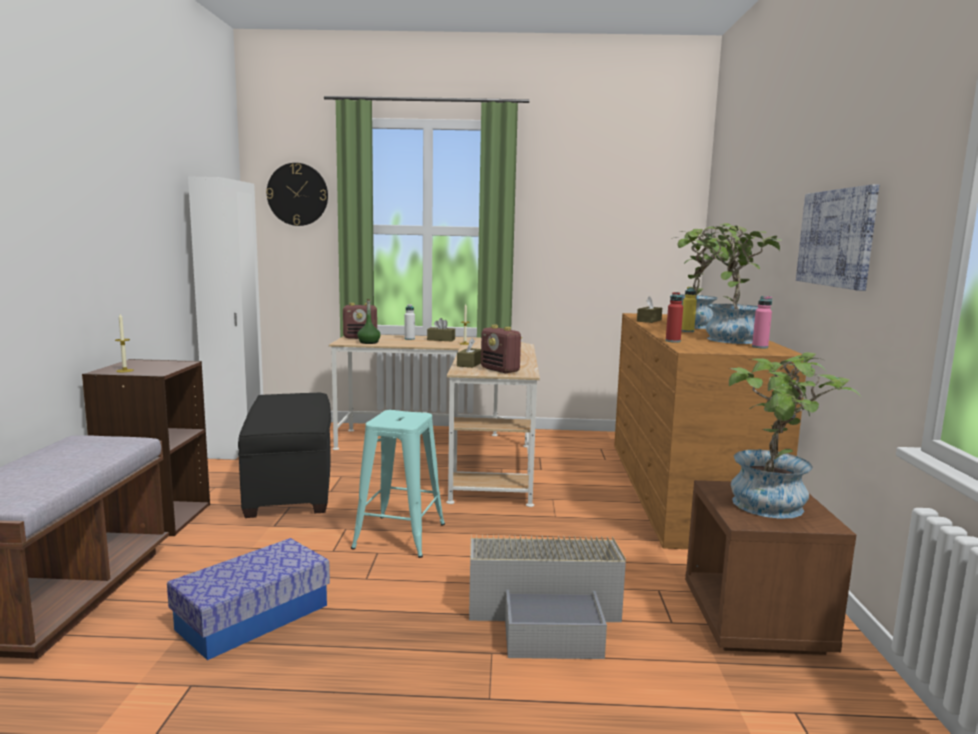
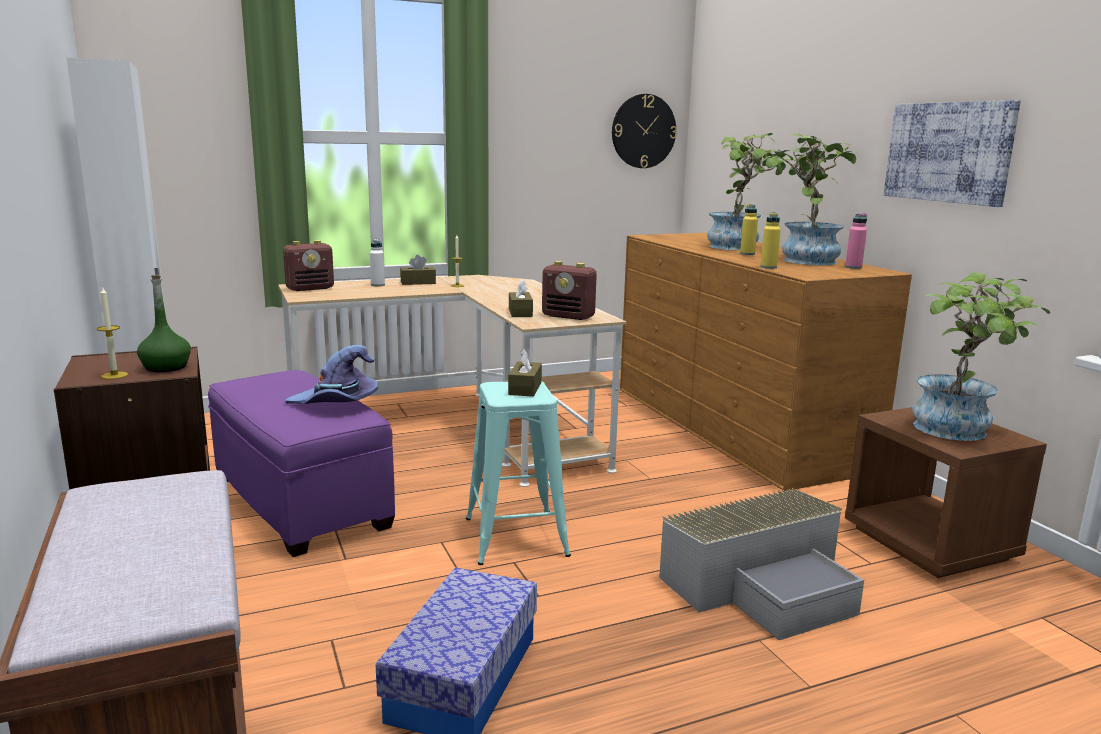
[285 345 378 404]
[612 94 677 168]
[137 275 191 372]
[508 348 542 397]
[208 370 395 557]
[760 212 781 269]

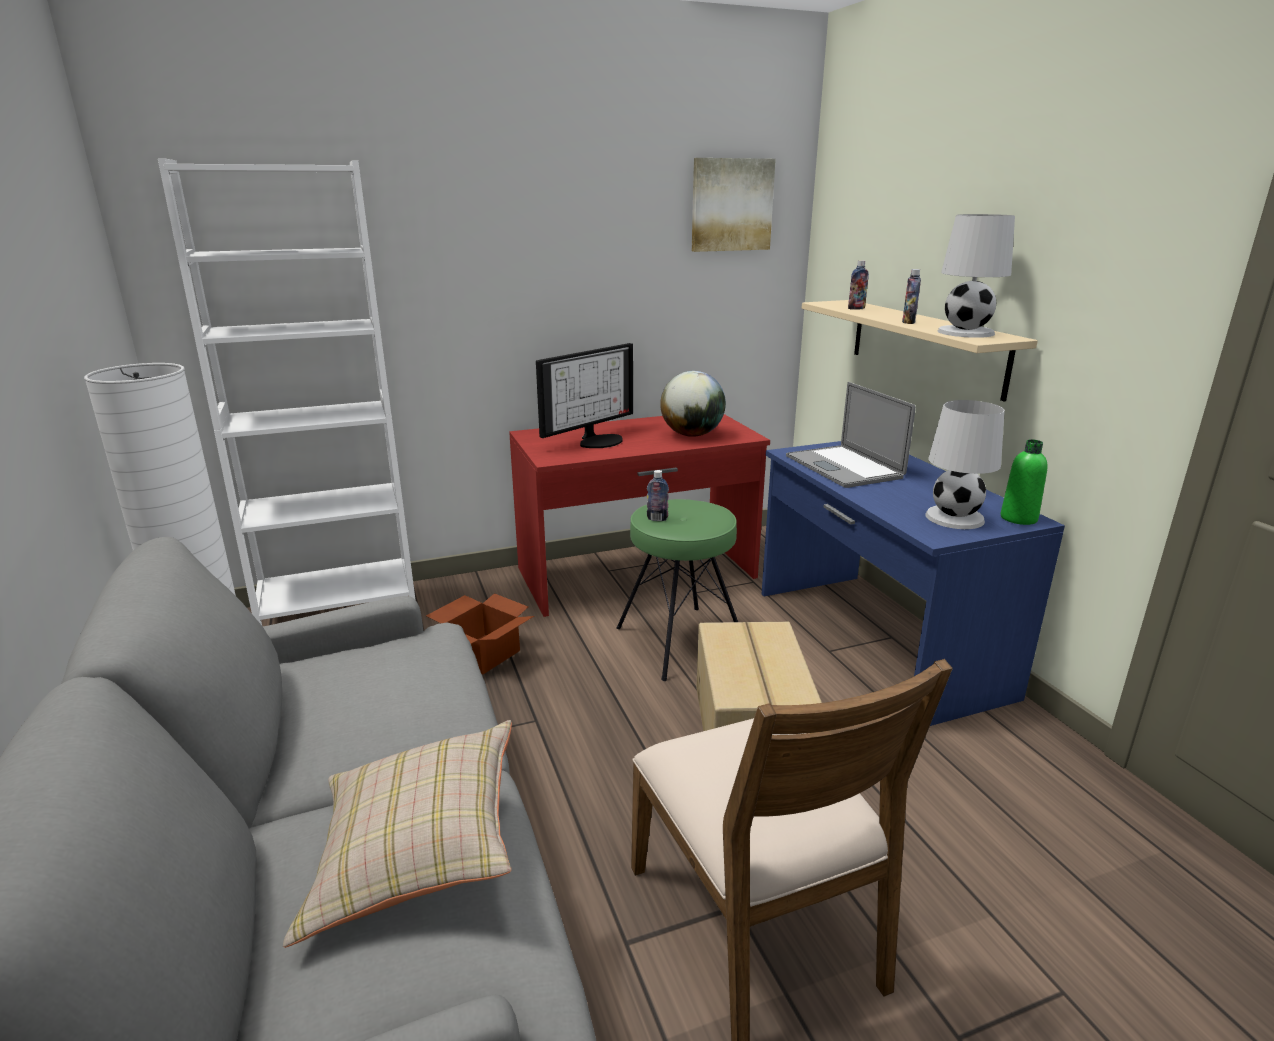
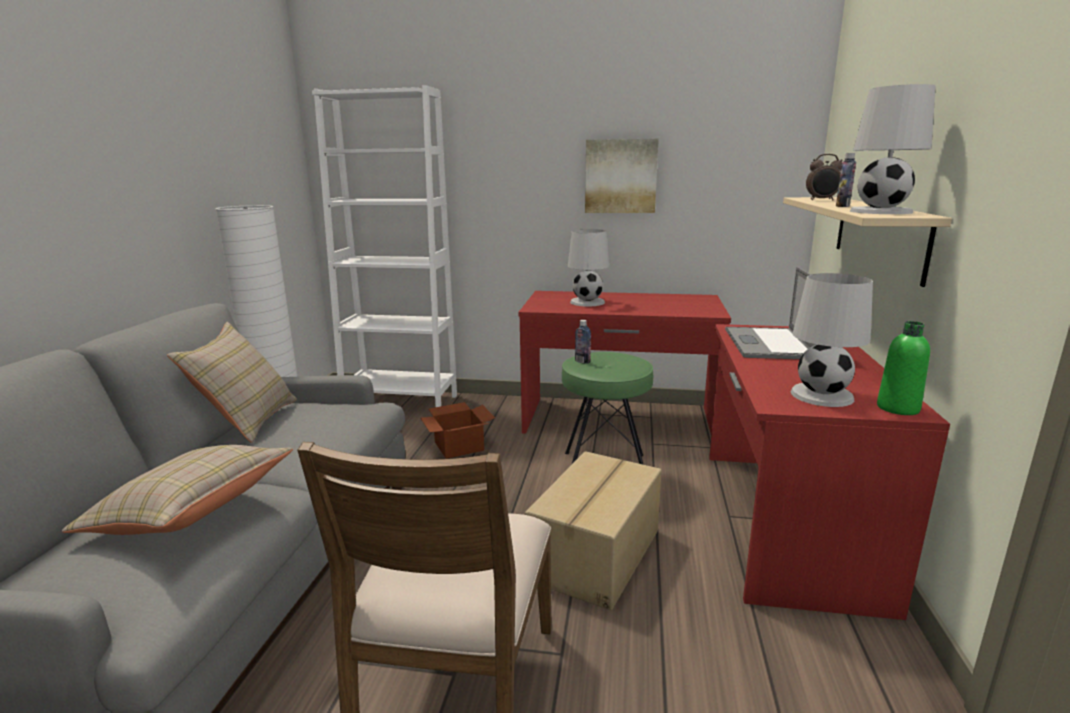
[660 371 726 437] (first image)
[167 322 297 443]
[585 139 659 213]
[568 229 609 307]
[806 154 842 201]
[709 324 950 620]

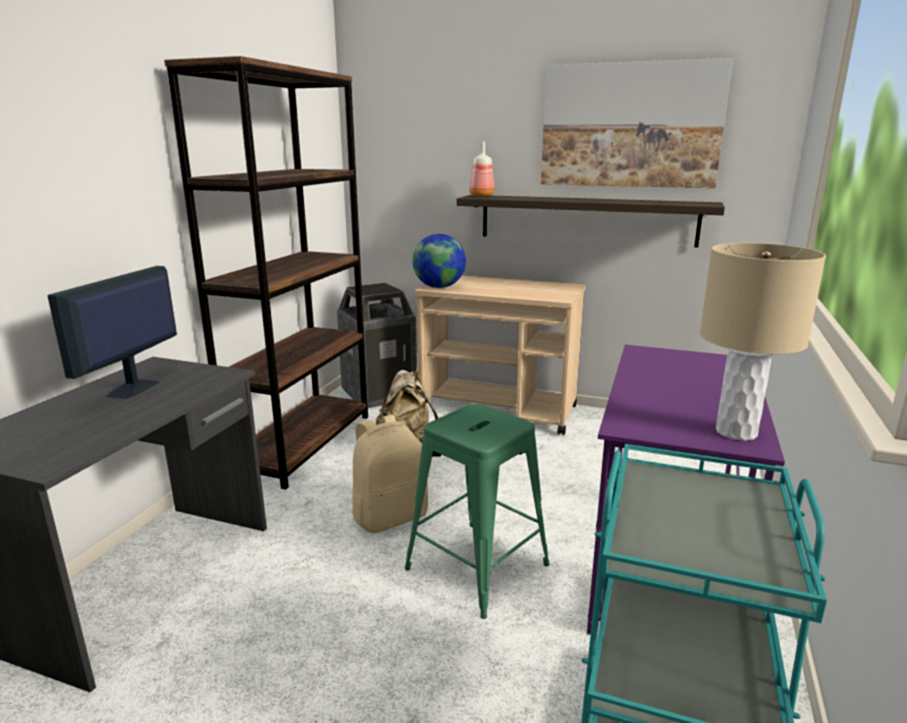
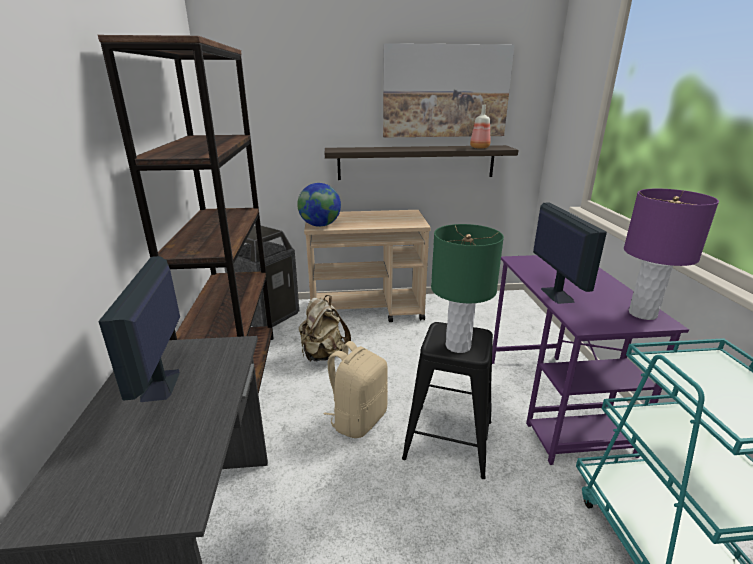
[431 224 504 353]
[533 202 607 304]
[470 105 490 149]
[402 322 493 479]
[624 189 719 320]

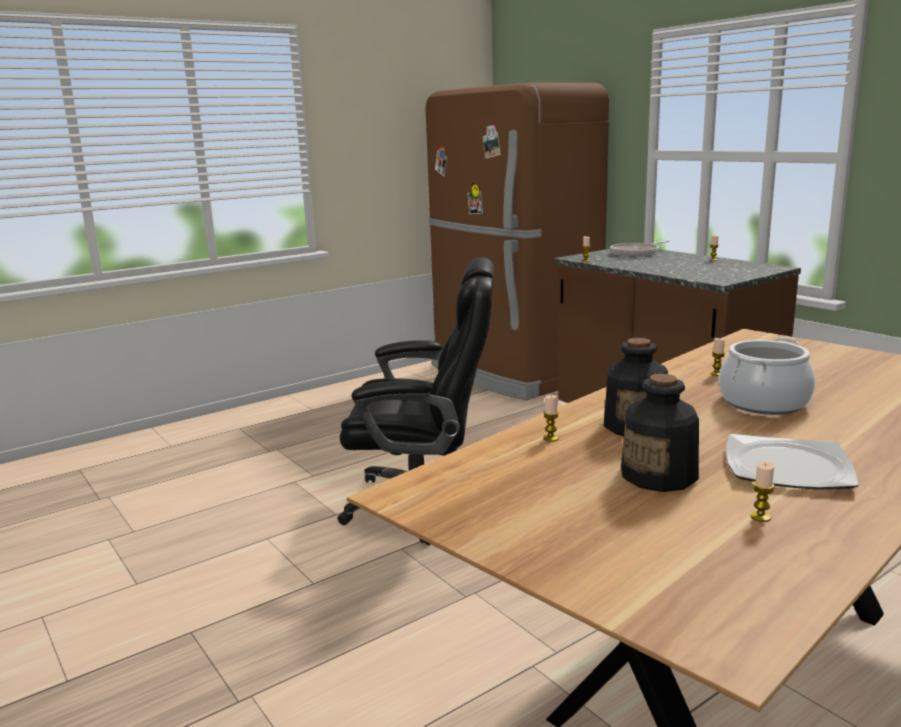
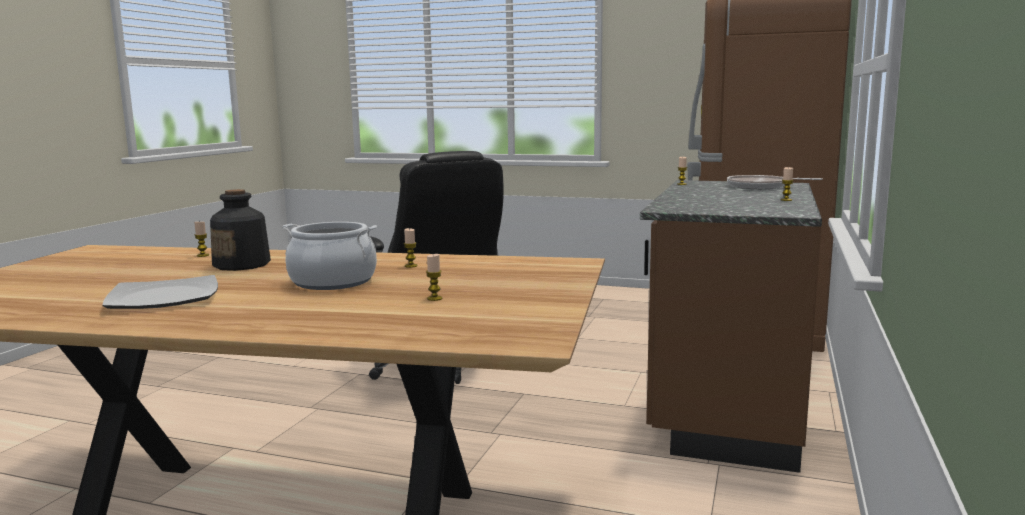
[621 374 699 492] (first image)
[426 254 442 301]

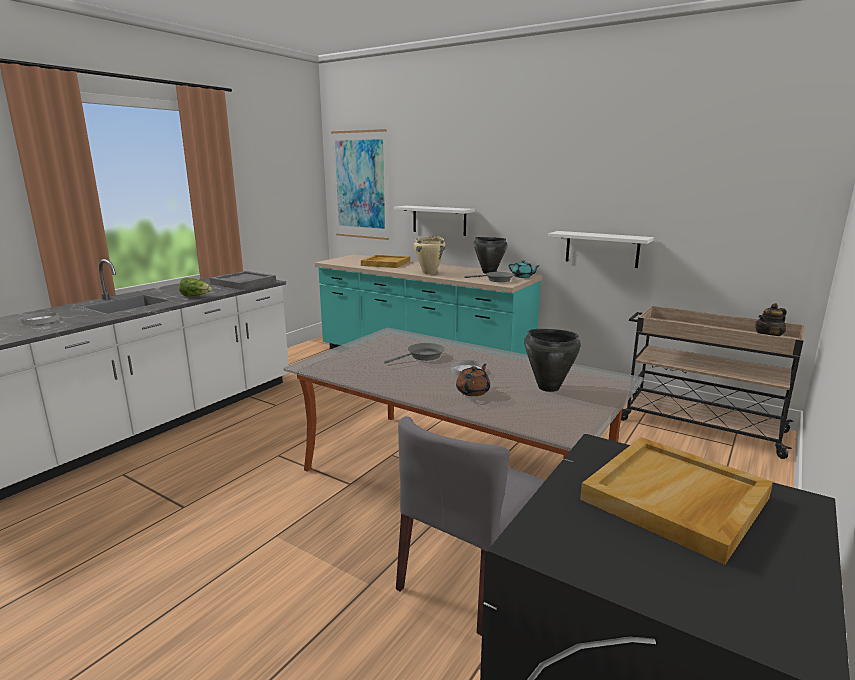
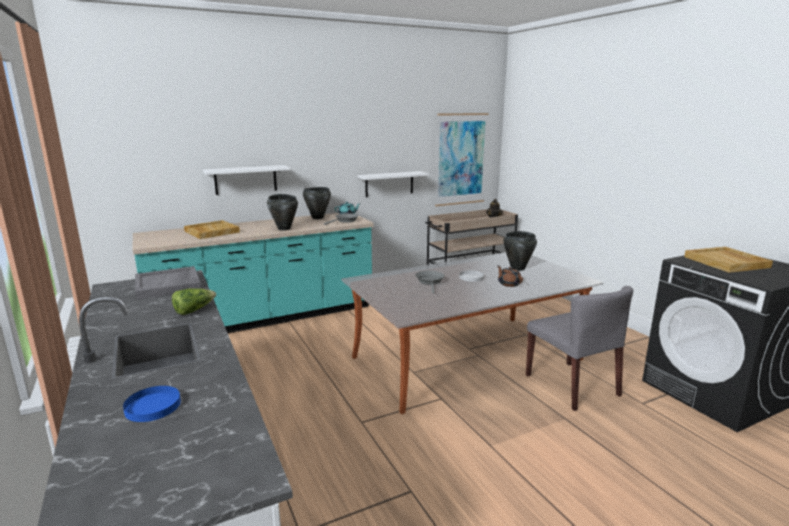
[435 113 489 206]
[123 386 181 422]
[267 194 298 230]

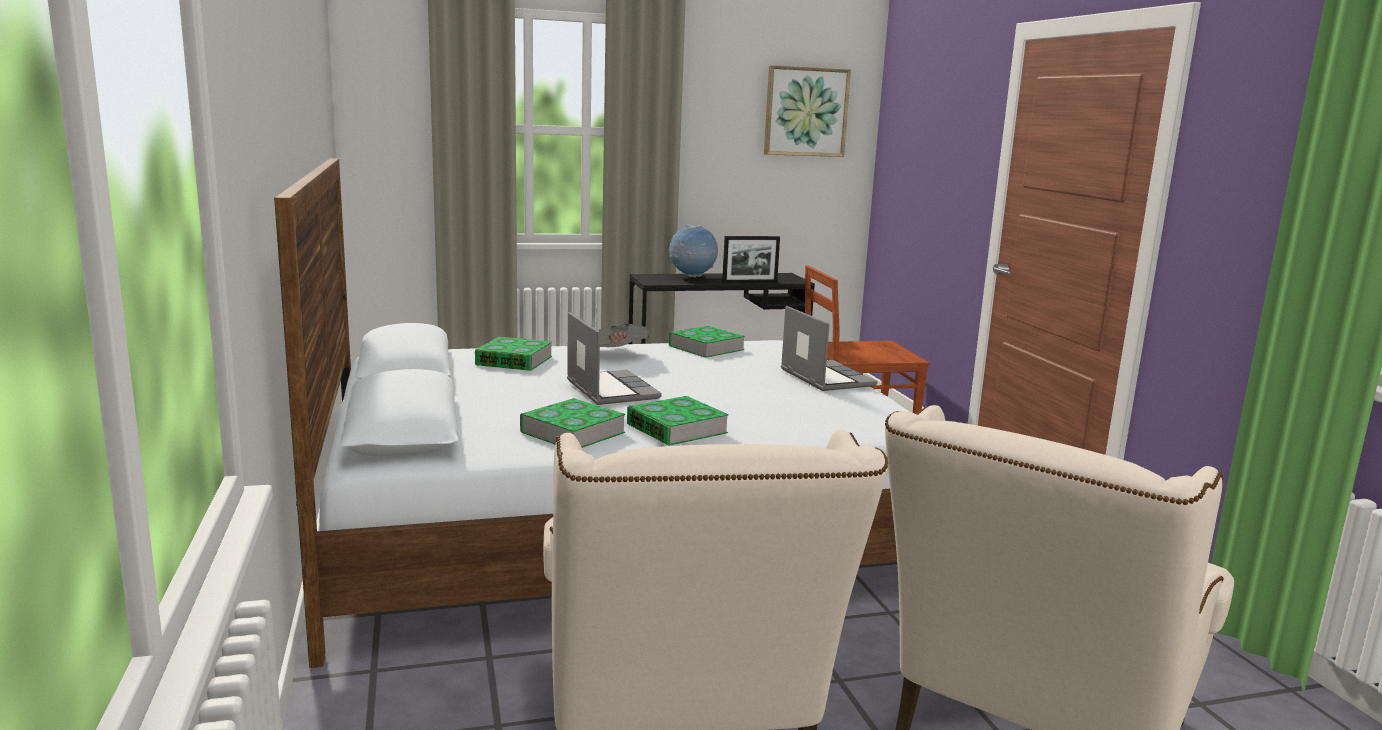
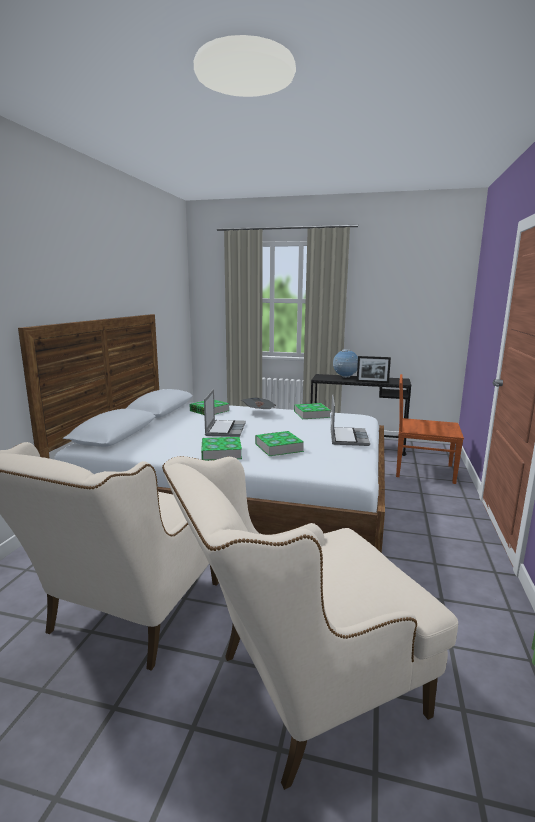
[764 65 851 157] (first image)
[255 431 304 456]

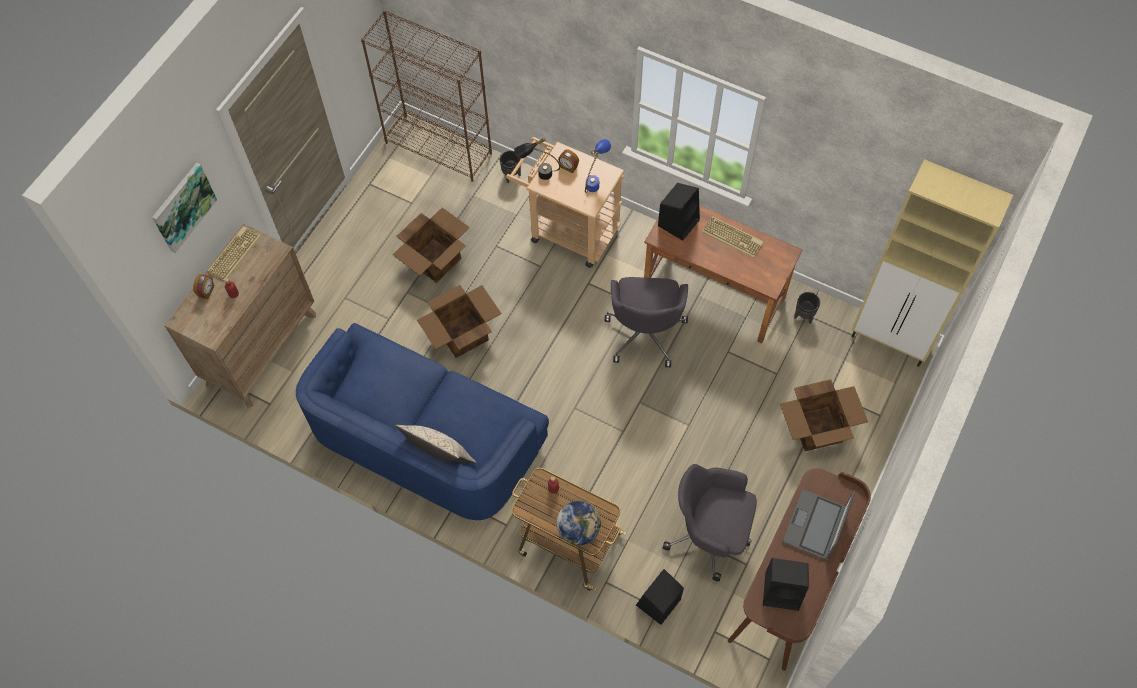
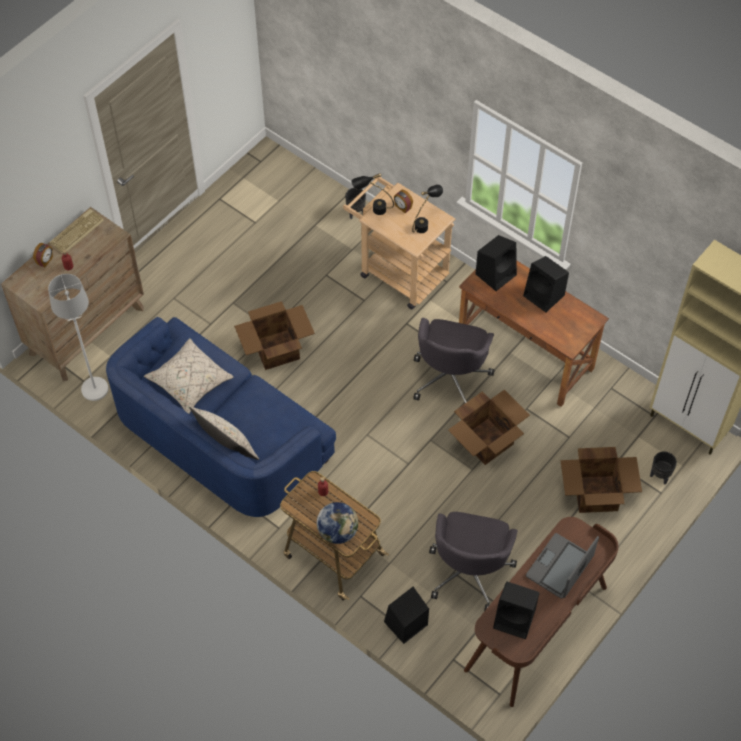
[152 163 217 253] (first image)
[361 10 492 182] (first image)
[48 274 109 401]
[144 338 234 414]
[448 389 530 465]
[650 451 677 485]
[523 256 569 312]
[412 184 443 233]
[429 512 518 611]

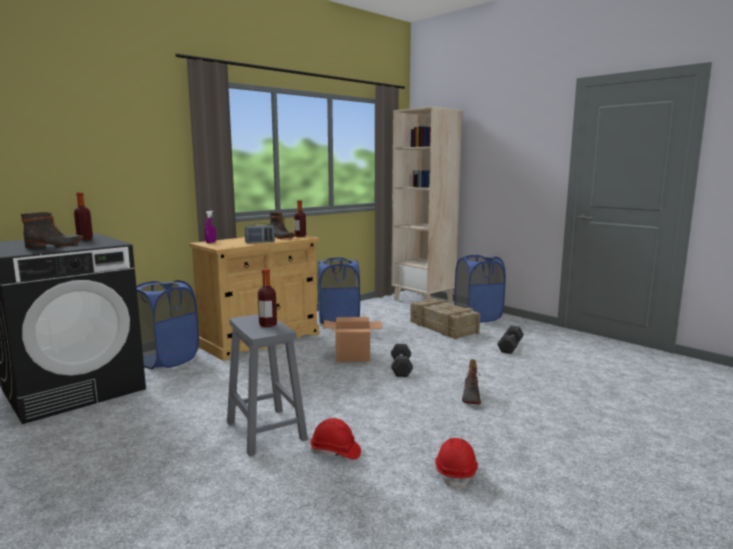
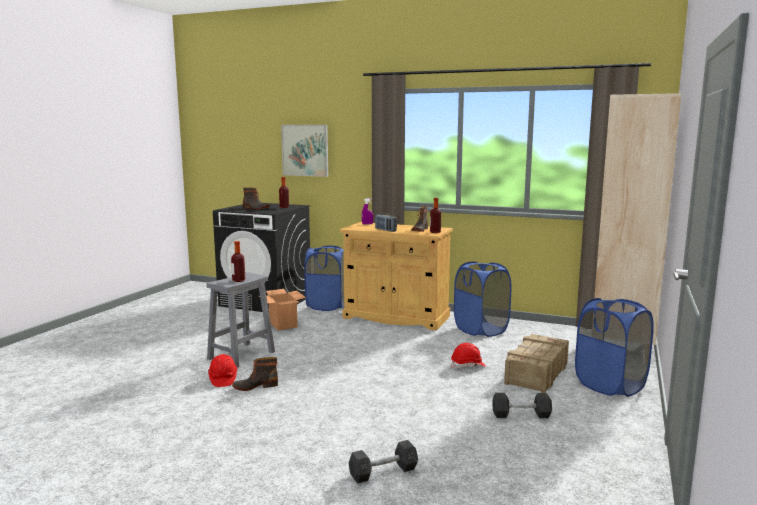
[281 125 328 177]
[259 289 306 330]
[349 440 418 483]
[451 343 486 368]
[232 357 278 391]

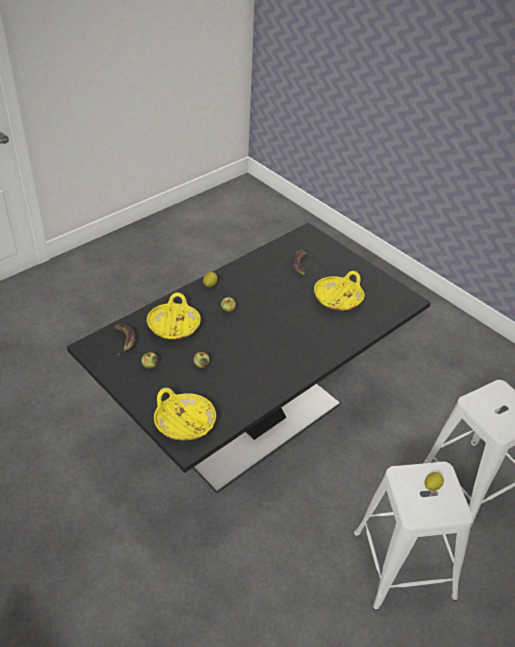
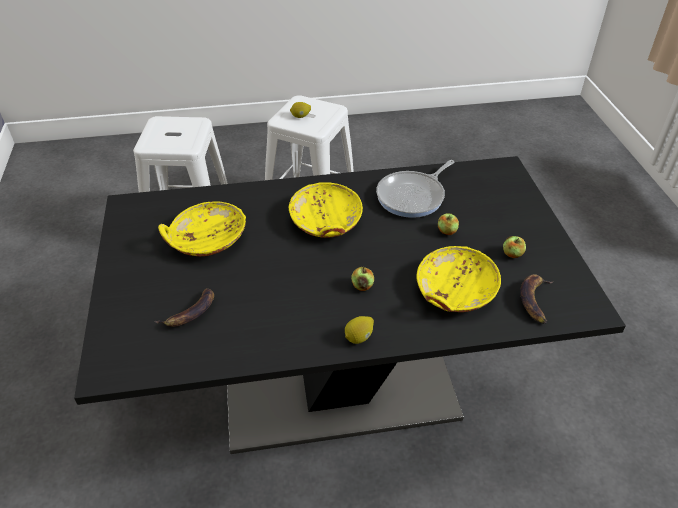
[376 160 455 218]
[289 182 363 238]

